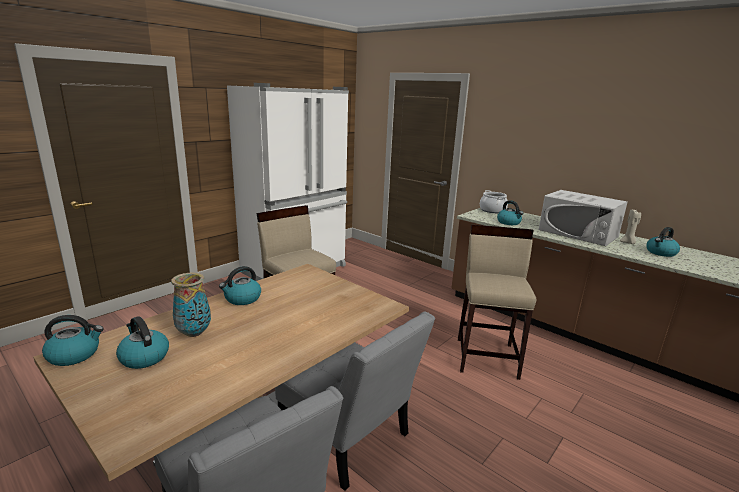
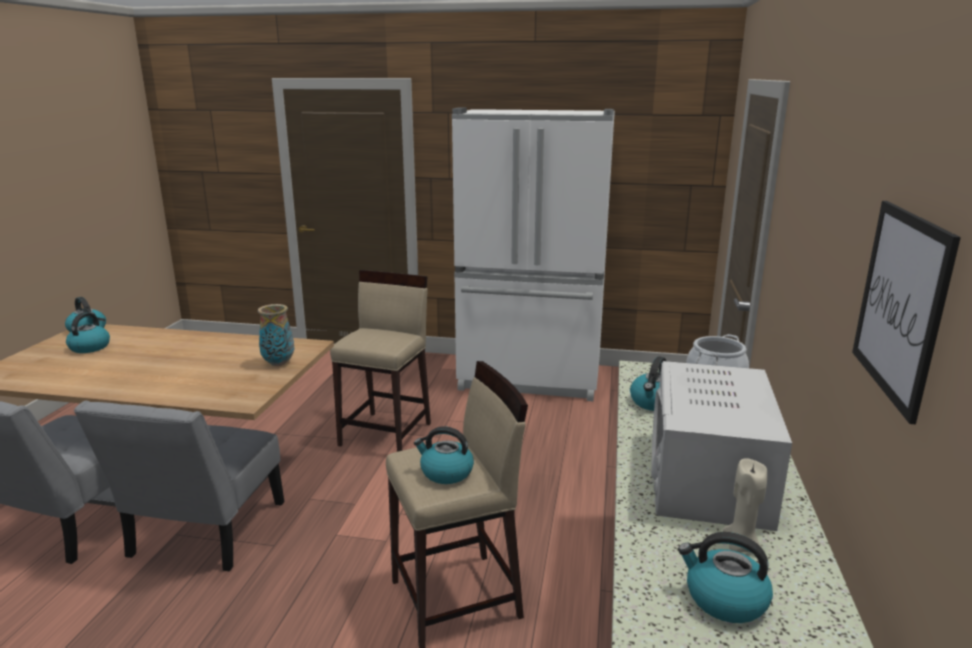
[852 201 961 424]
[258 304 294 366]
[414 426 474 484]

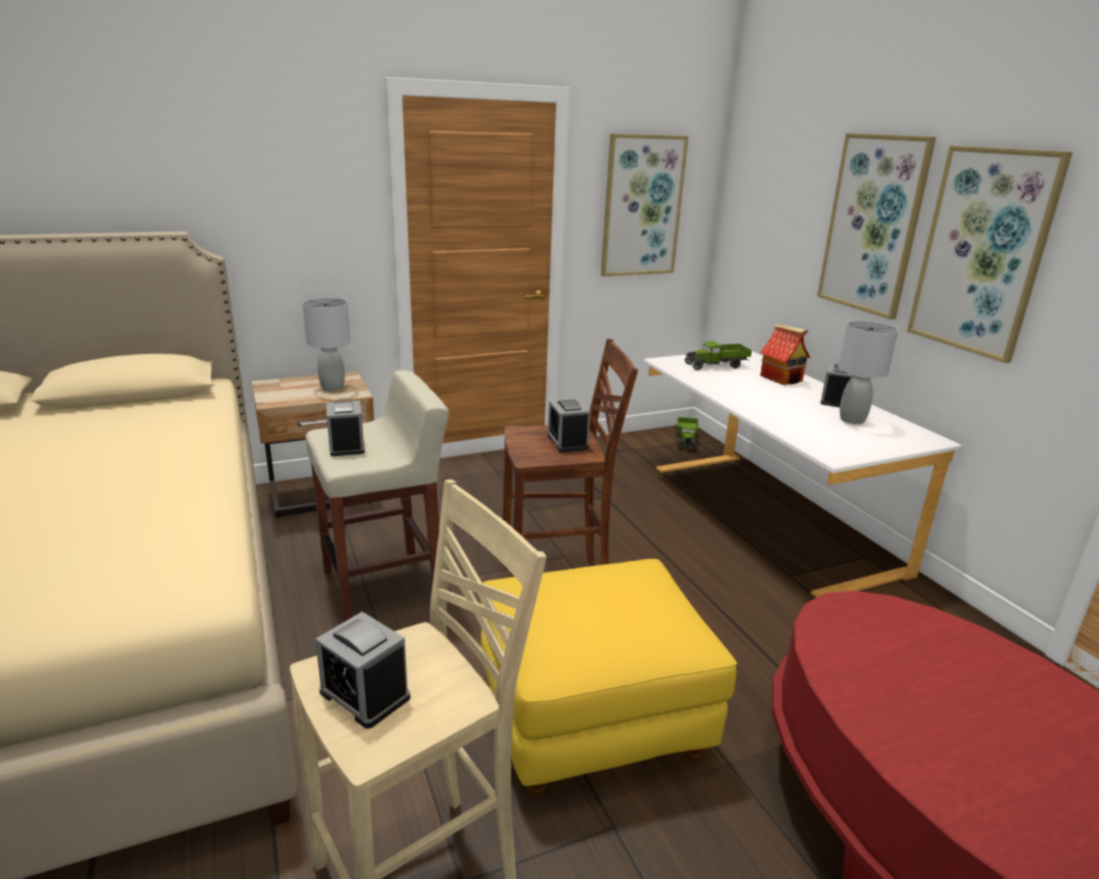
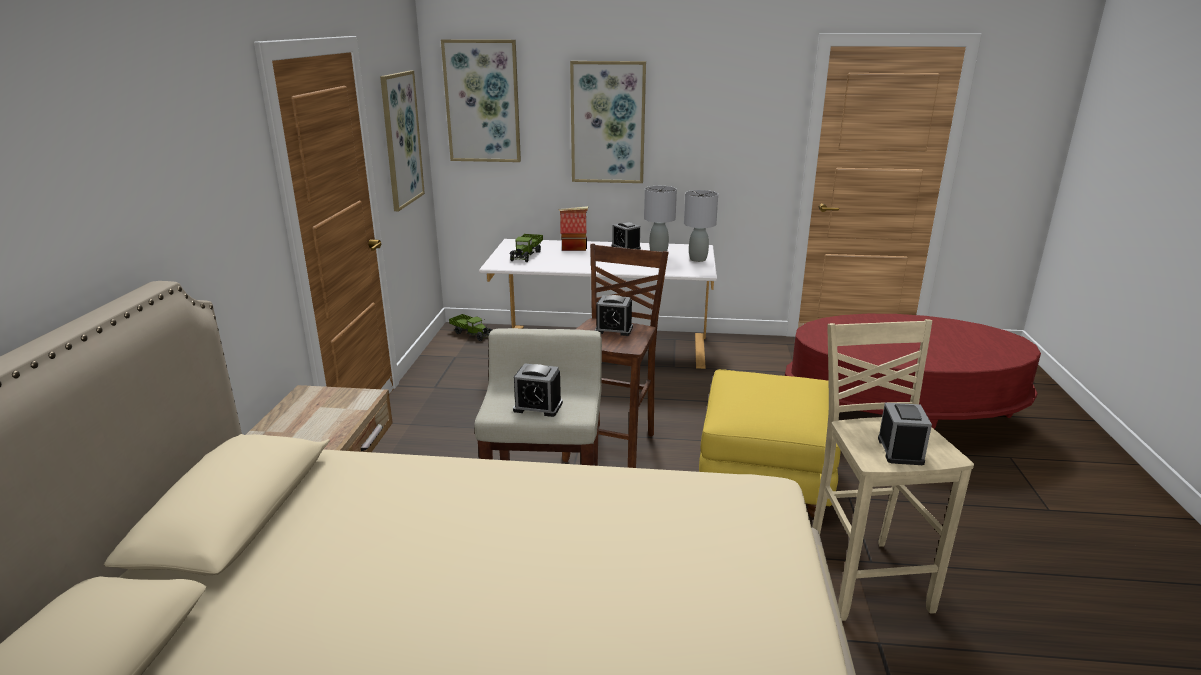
[684 190 718 262]
[441 39 521 162]
[878 403 932 465]

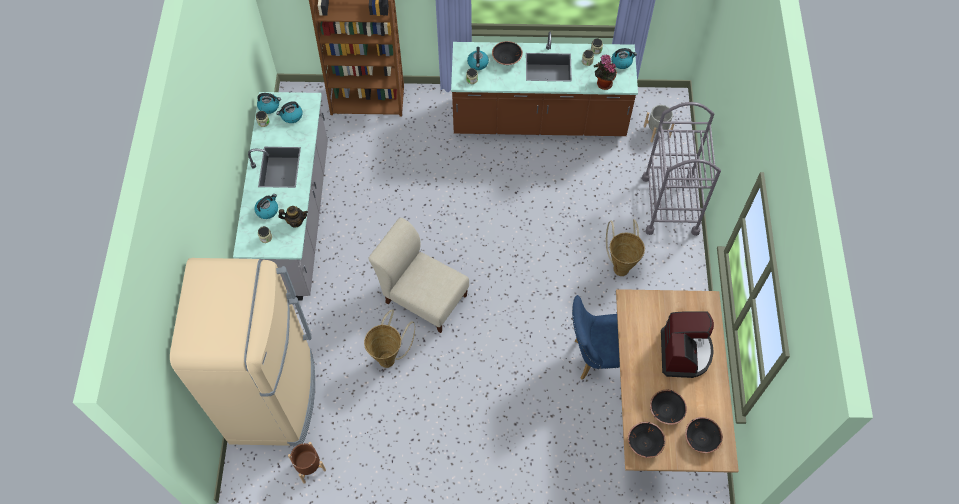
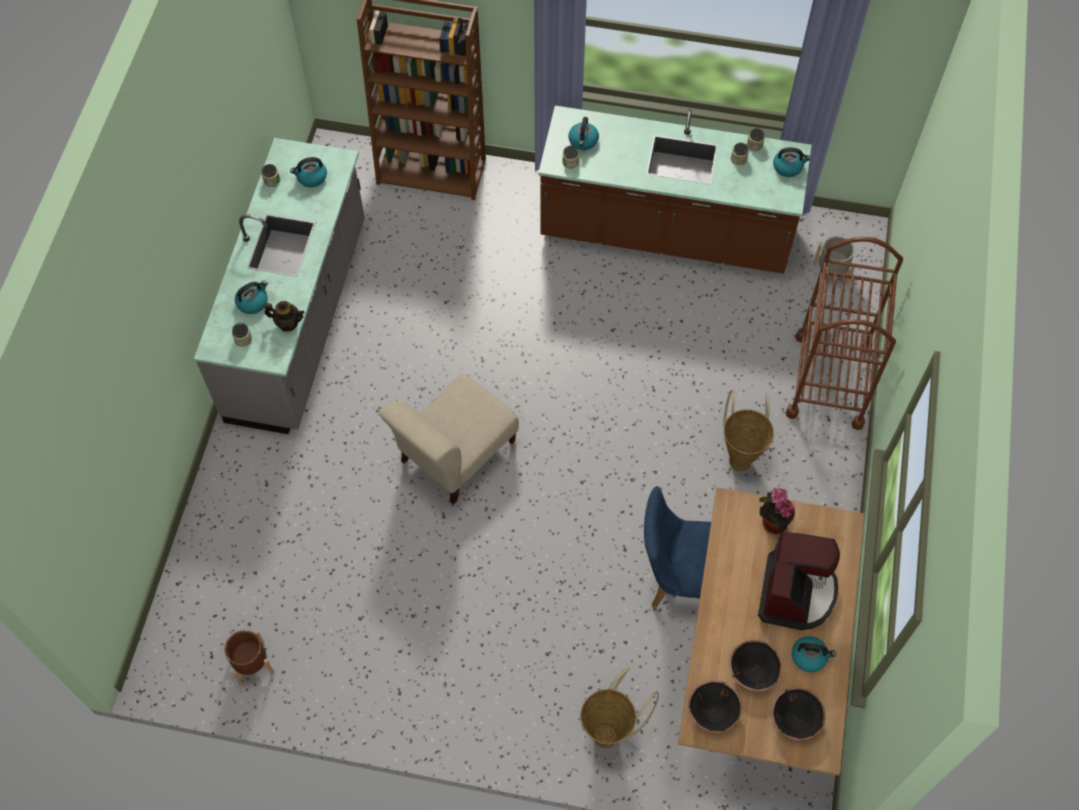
[170 258 315 446] (first image)
[492 41 523 65] (first image)
[792 636 836 672]
[580 667 659 748]
[759 488 795 535]
[786 237 903 430]
[379 373 519 504]

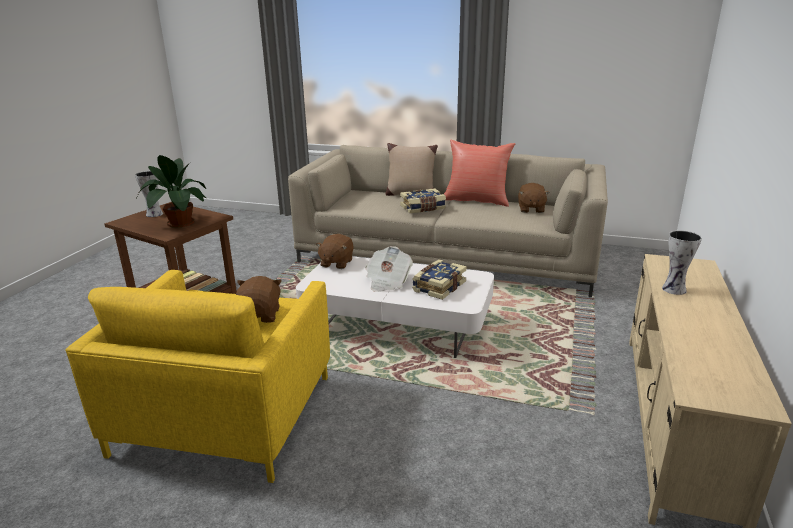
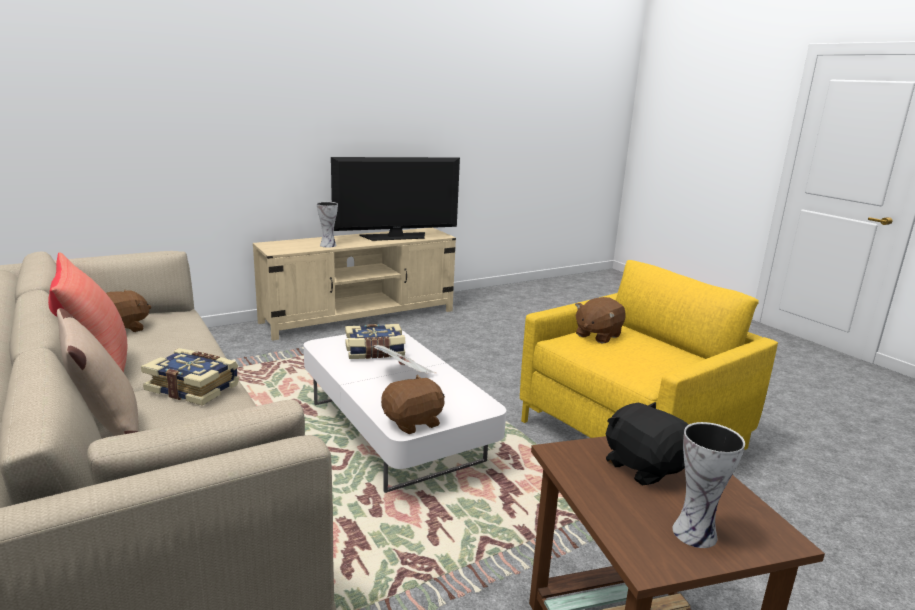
[331 157 460 241]
[606 402 689 485]

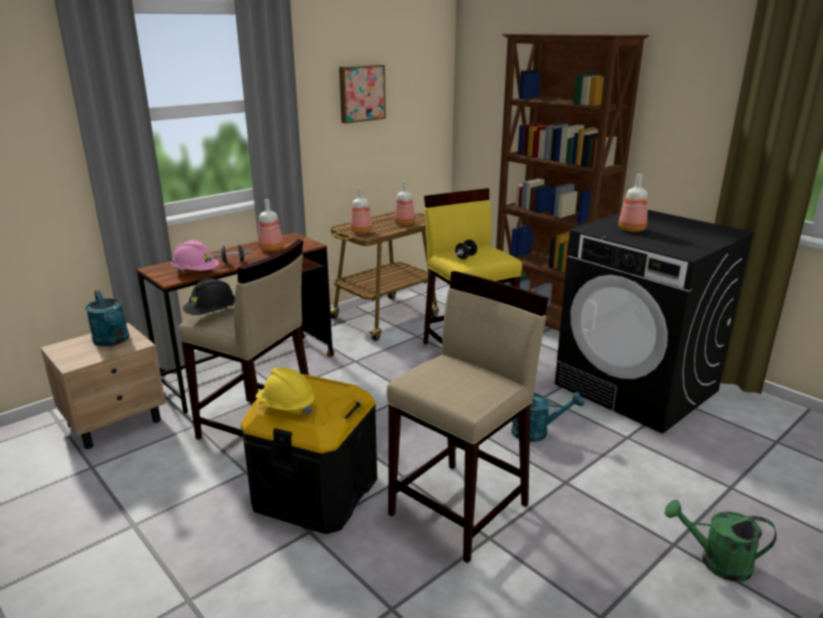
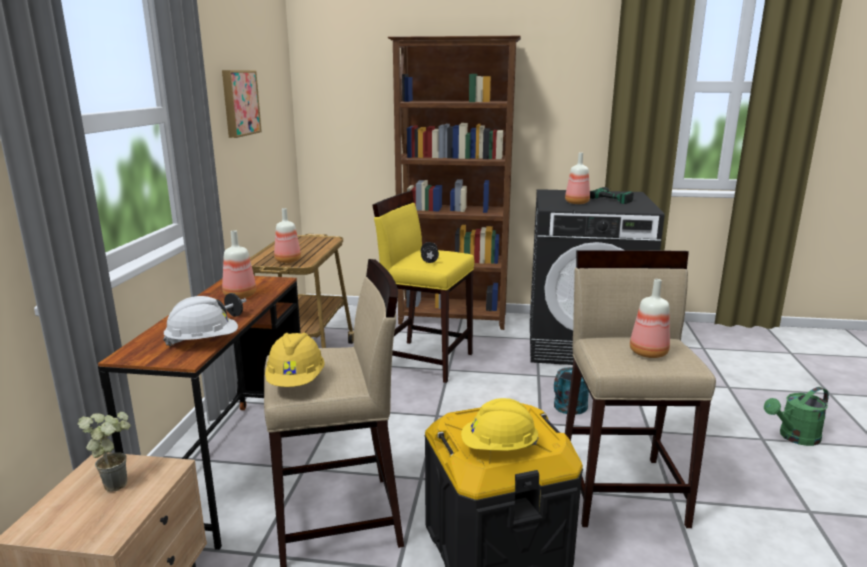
[590 187 634 204]
[630 279 670 358]
[78 412 131 492]
[163 296 238 346]
[265 333 325 387]

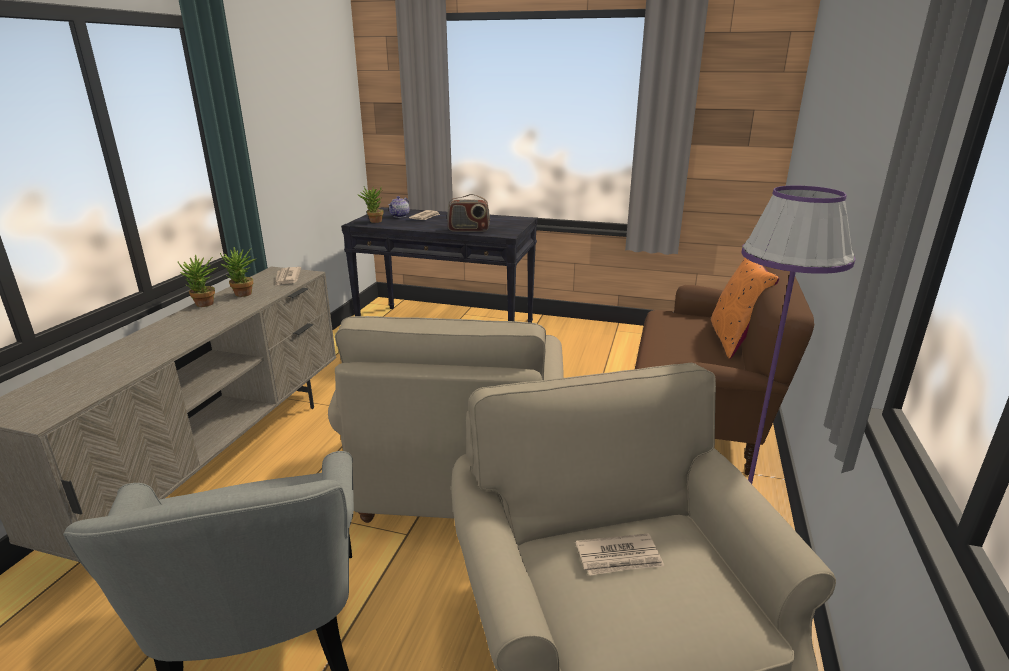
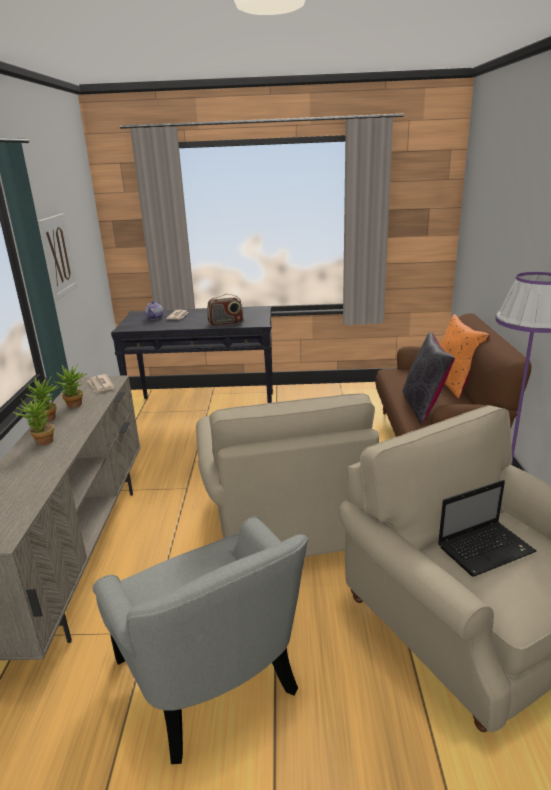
[38 213 78 301]
[403 332 455 425]
[13 396 54 445]
[438 480 536 577]

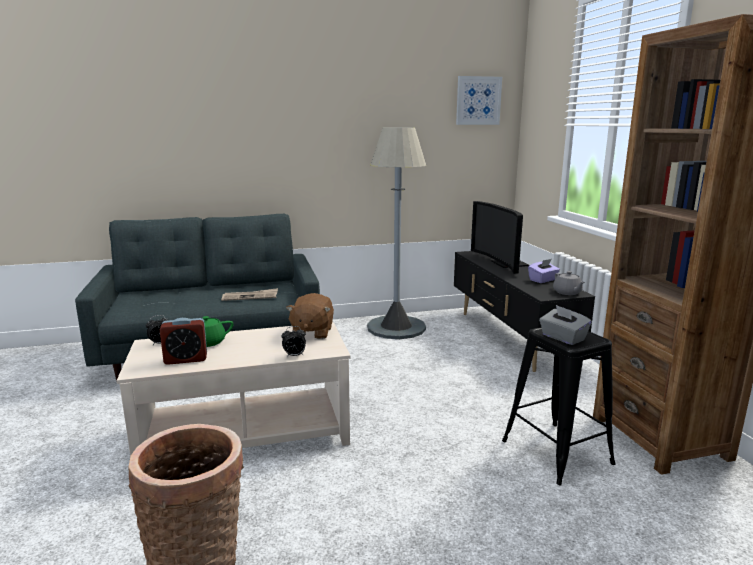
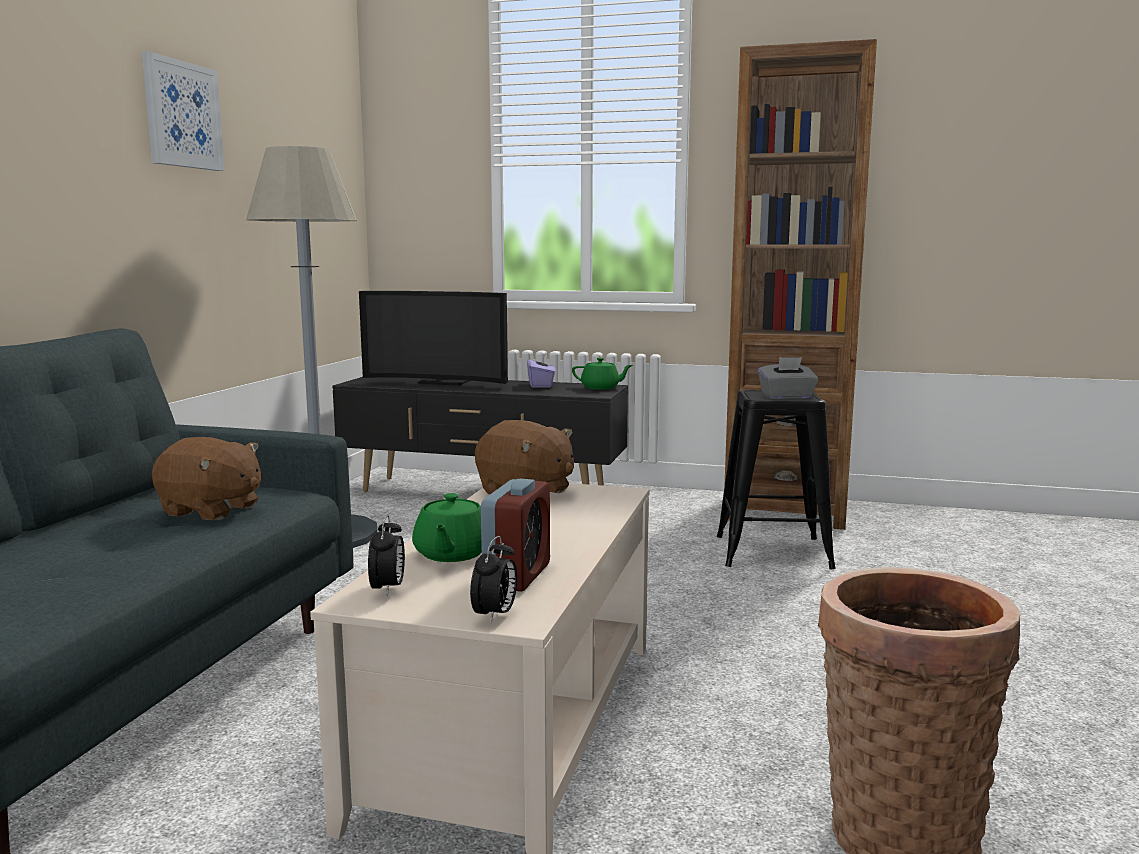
[470 536 517 624]
[142 51 225 171]
[152 437 261 520]
[572 358 633 390]

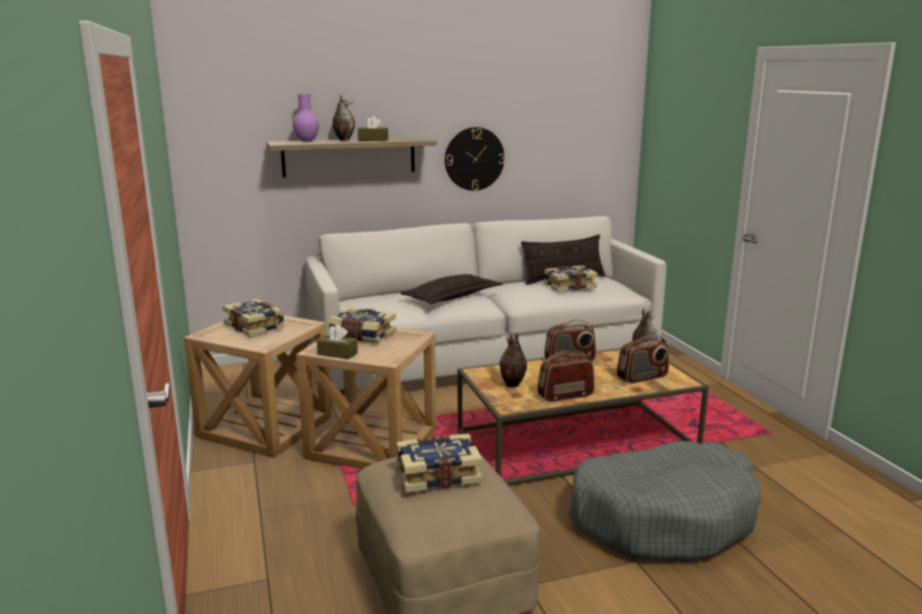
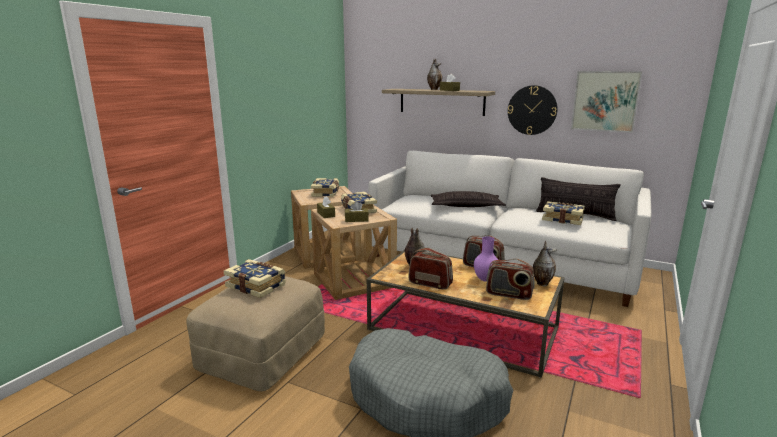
[345 201 369 222]
[571 71 642 133]
[474 236 498 282]

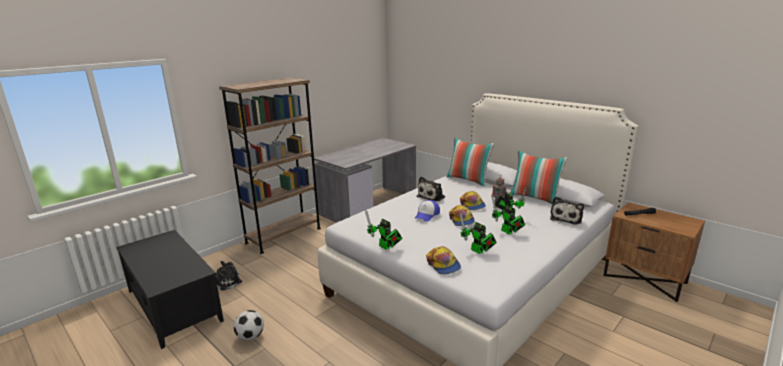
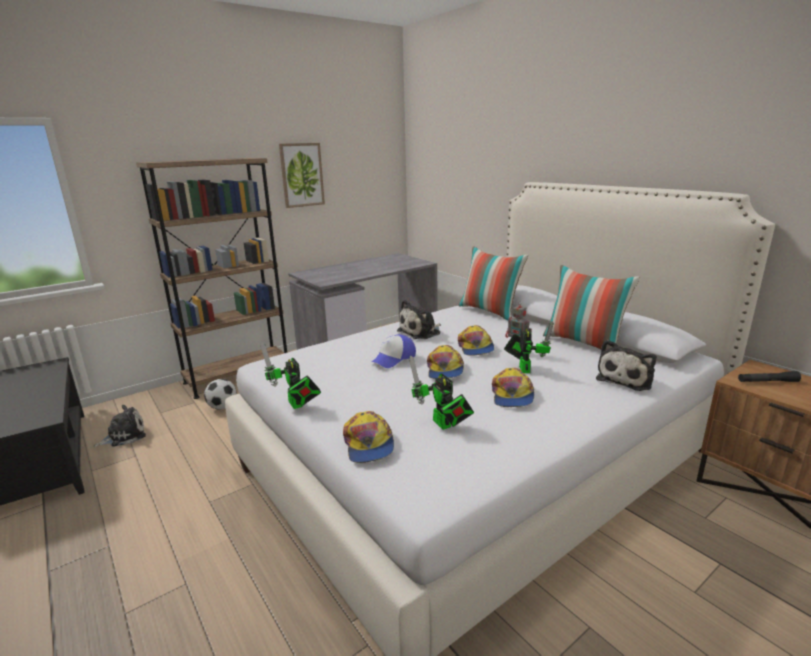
[279 143 325 208]
[204 379 237 410]
[492 368 534 407]

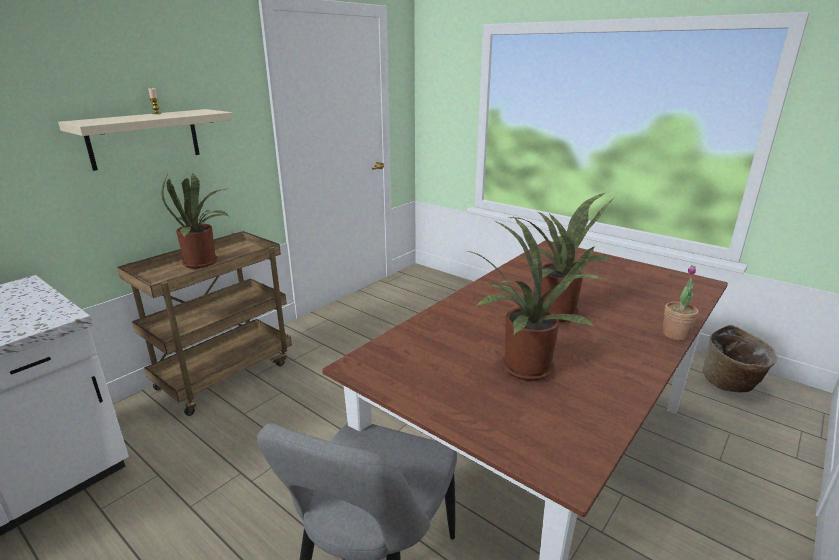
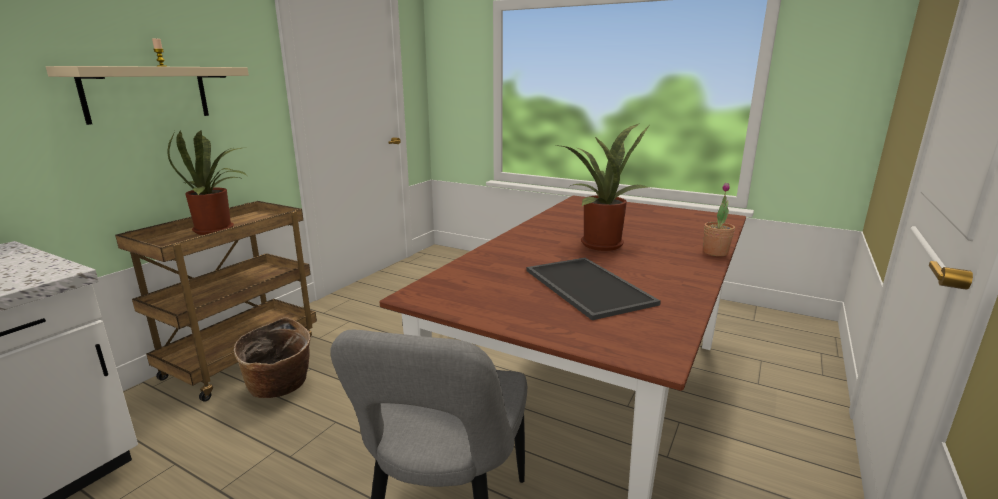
[234 317 310 398]
[527 258 661 320]

